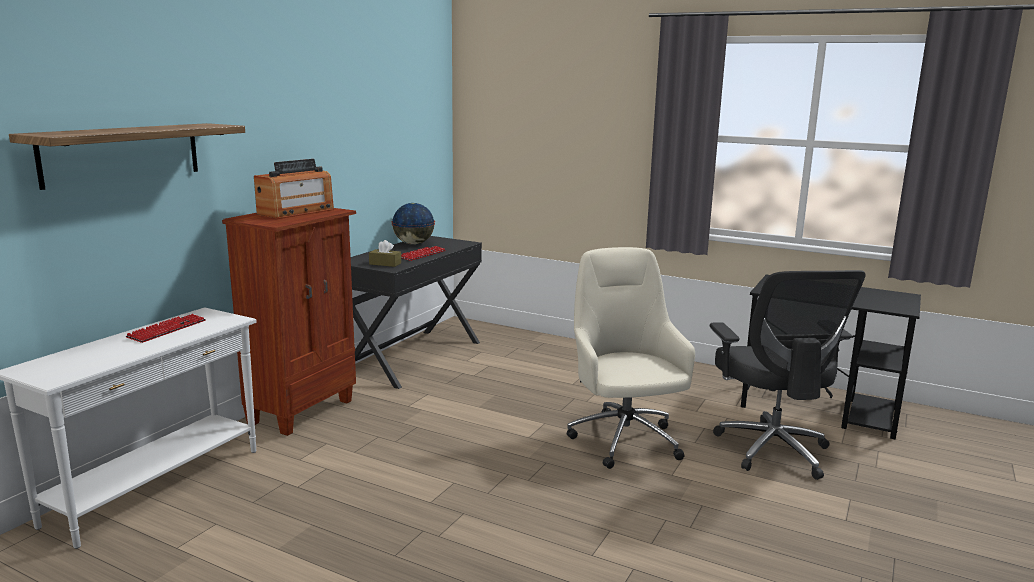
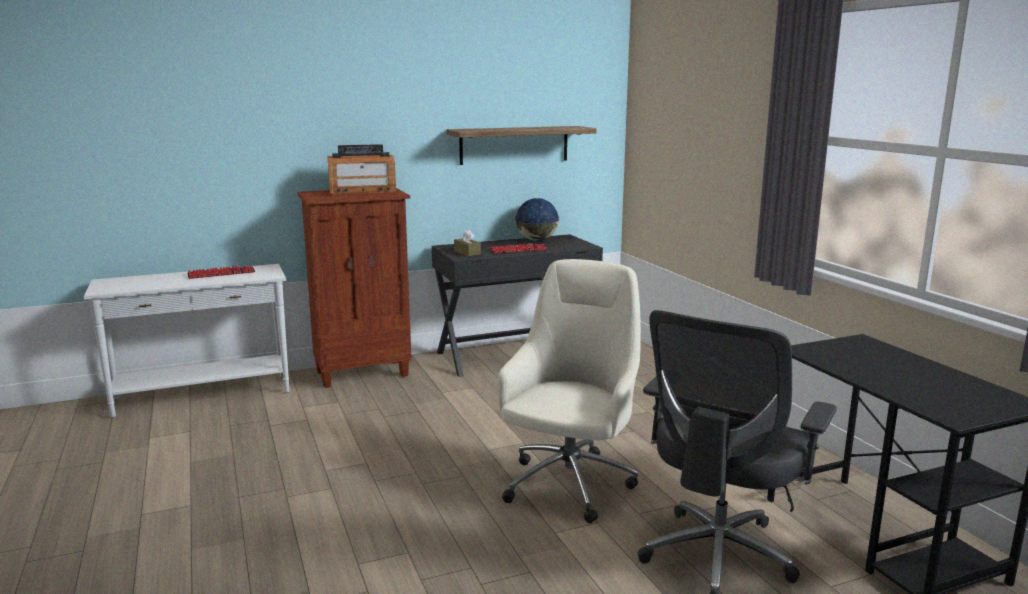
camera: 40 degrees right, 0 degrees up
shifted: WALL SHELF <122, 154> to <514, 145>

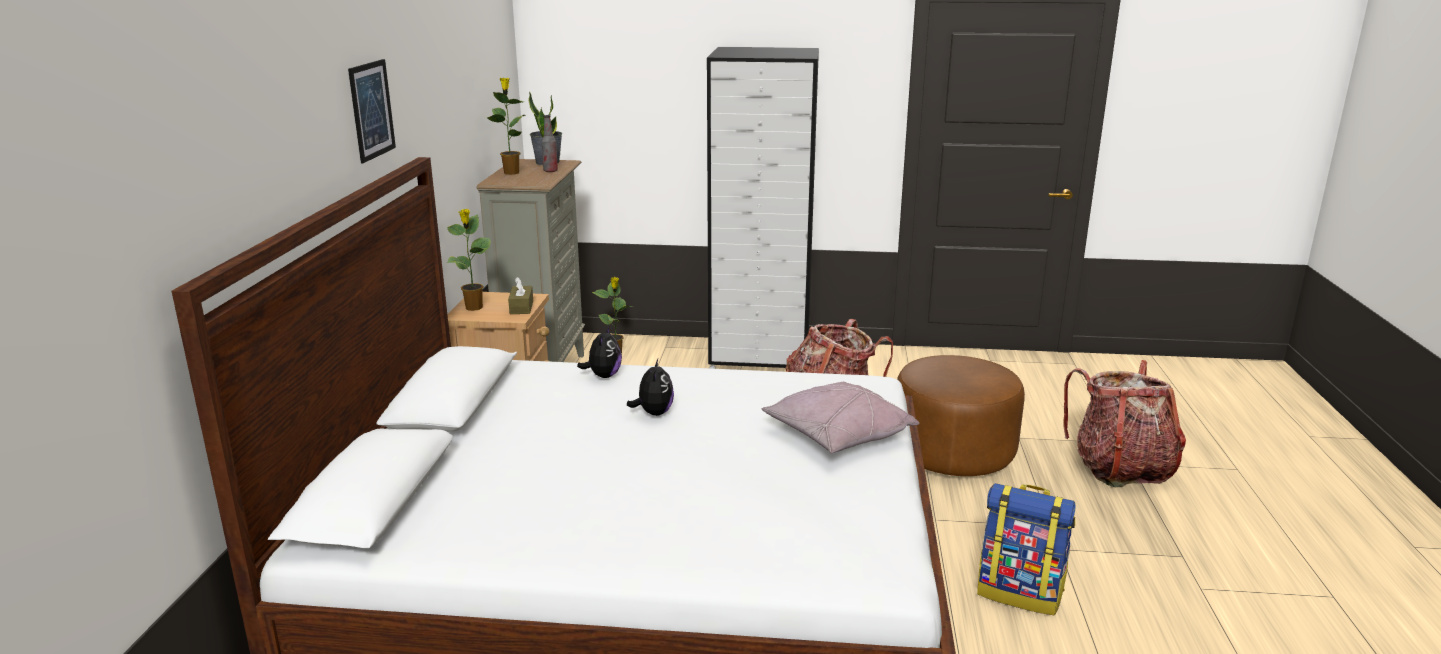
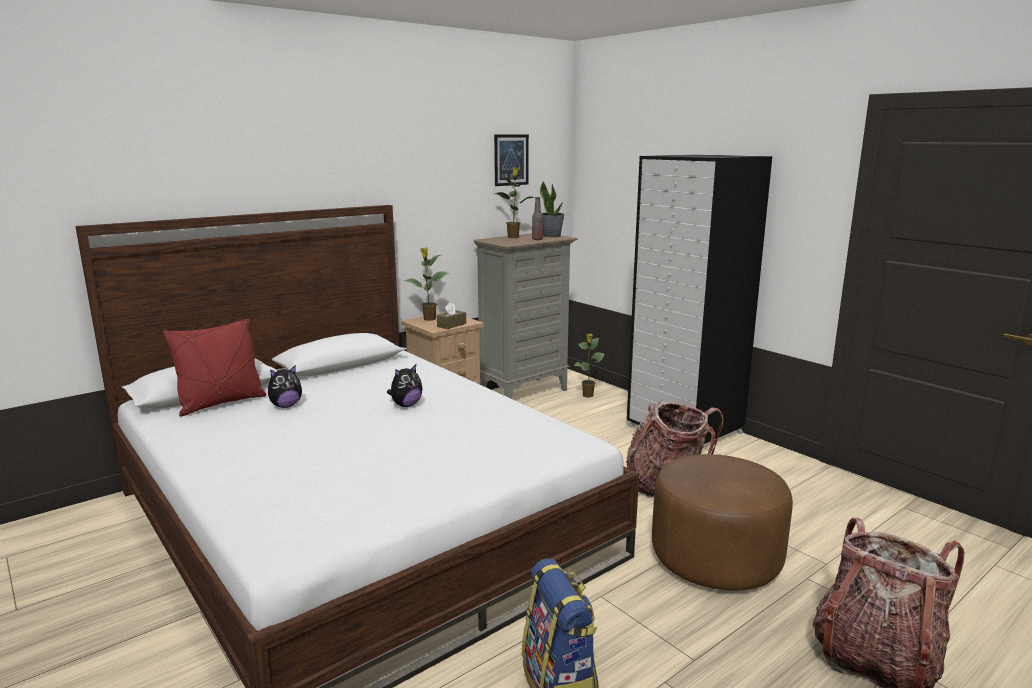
camera: 45 degrees right, 5 degrees down
gone: PURPLE PILLOW <837, 435>
new: RED-COLOURED PILLOW <221, 403>
shifted: WALL PICTURE <372, 110> to <511, 160>; SOFT TOY <603, 376> to <286, 406>

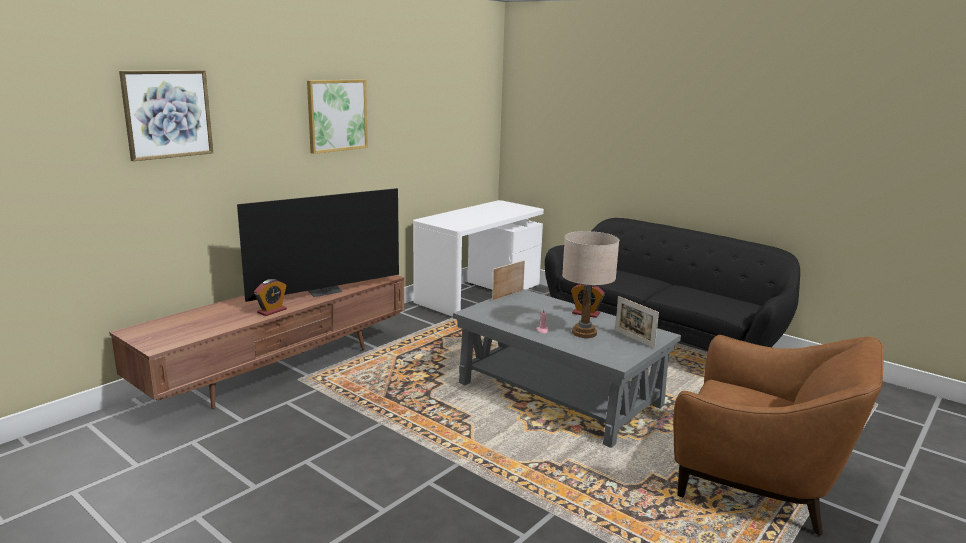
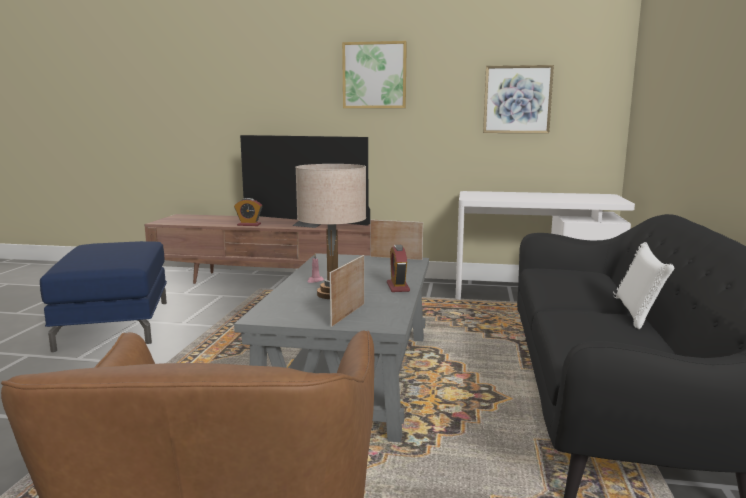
camera: 60 degrees right, 5 degrees down
new: BLUISH FOOTREST <114, 324>; WHITE PILLOW <638, 313>
shifted: WALL PICTURE <167, 114> to <517, 99>

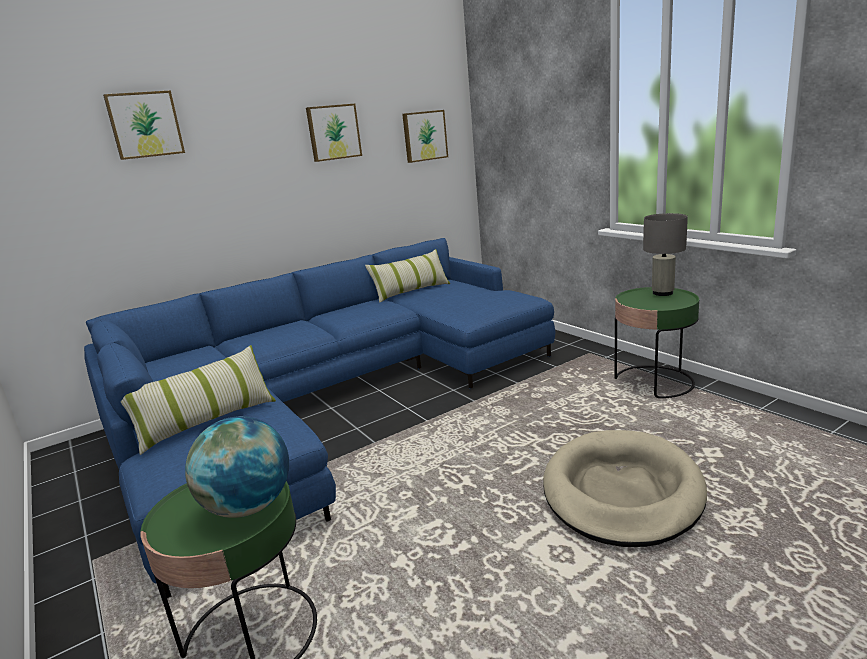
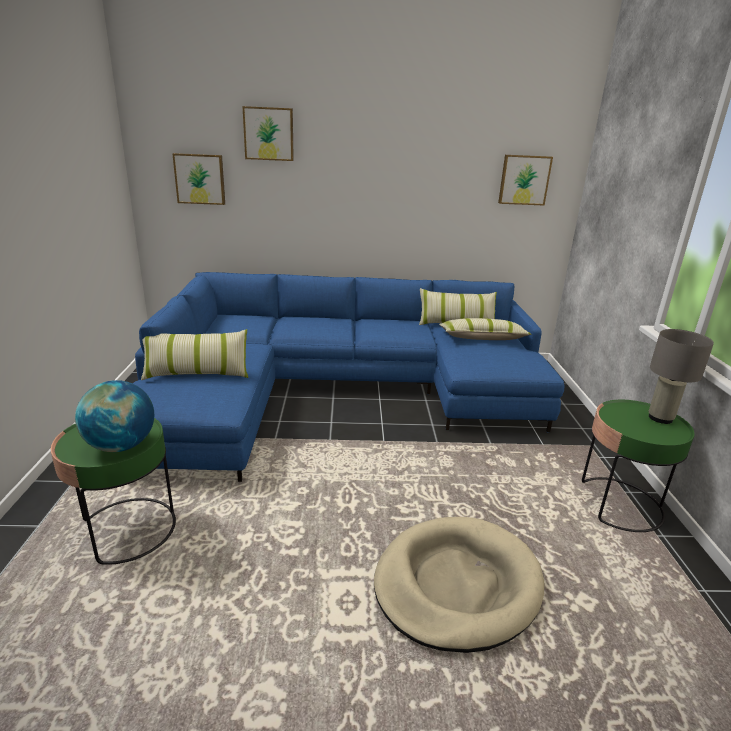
camera: 30 degrees right, 5 degrees up
new: PILLOW <482, 338>
shifted: WALL PICTURE <333, 132> to <200, 179>

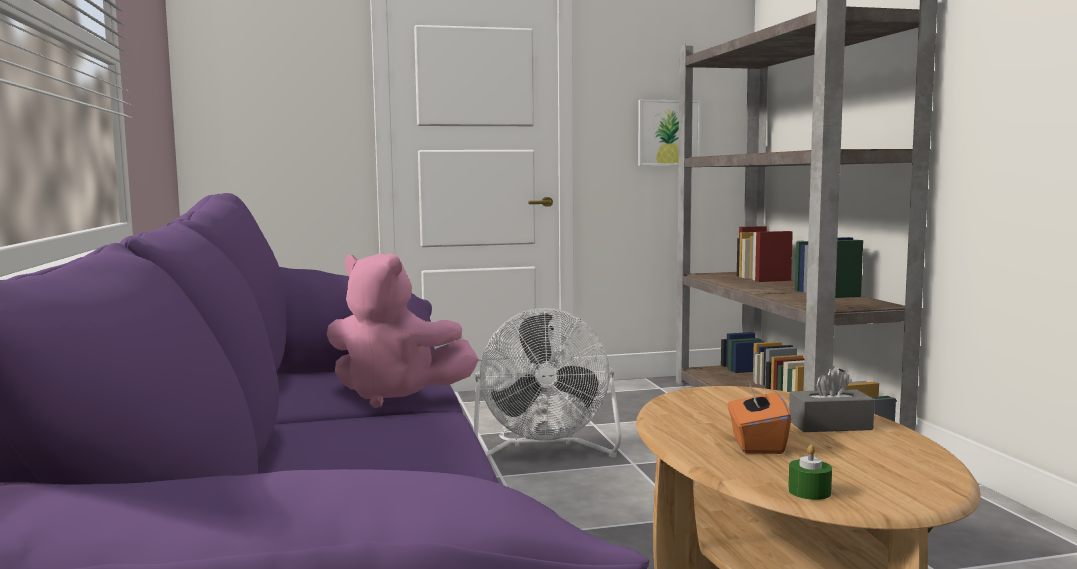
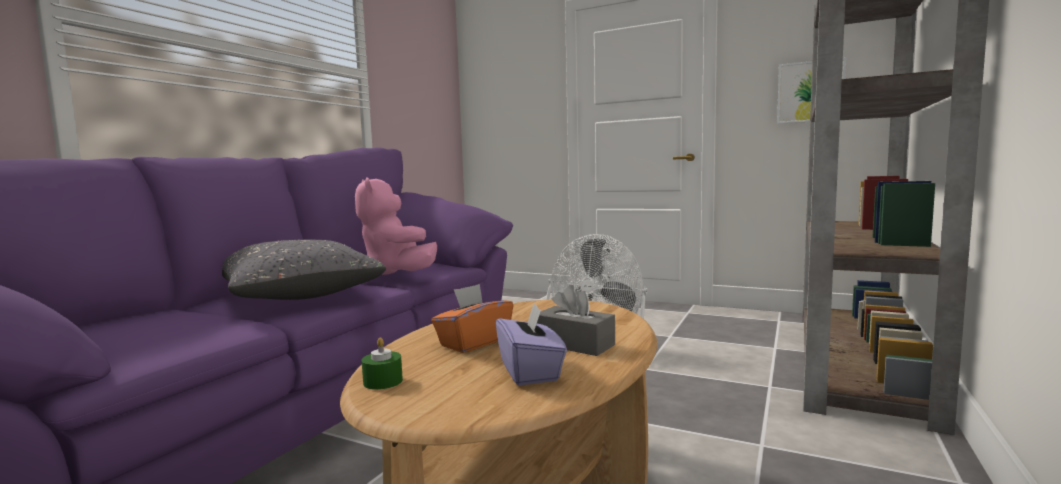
camera: 40 degrees right, 0 degrees up
new: GREYISH PILLOW <298, 295>; PURPLE TISSUE HOLDER <530, 371>

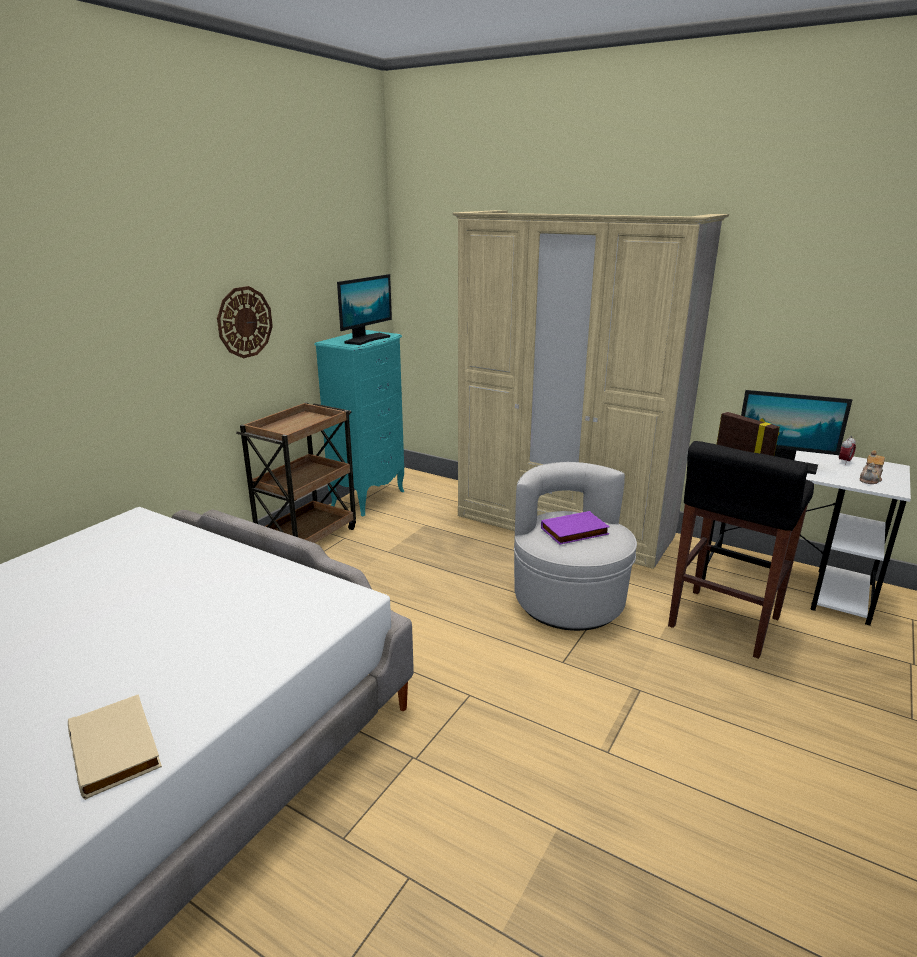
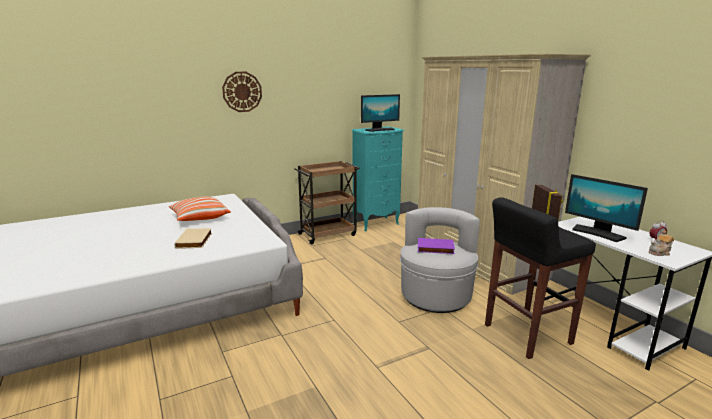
camera: 30 degrees right, 5 degrees down
new: PILLOW <200, 218>
shifted: BEIGE-COLOURED BOOK <118, 748> to <195, 241>; CLOCK ON THE WALL <244, 322> to <242, 92>

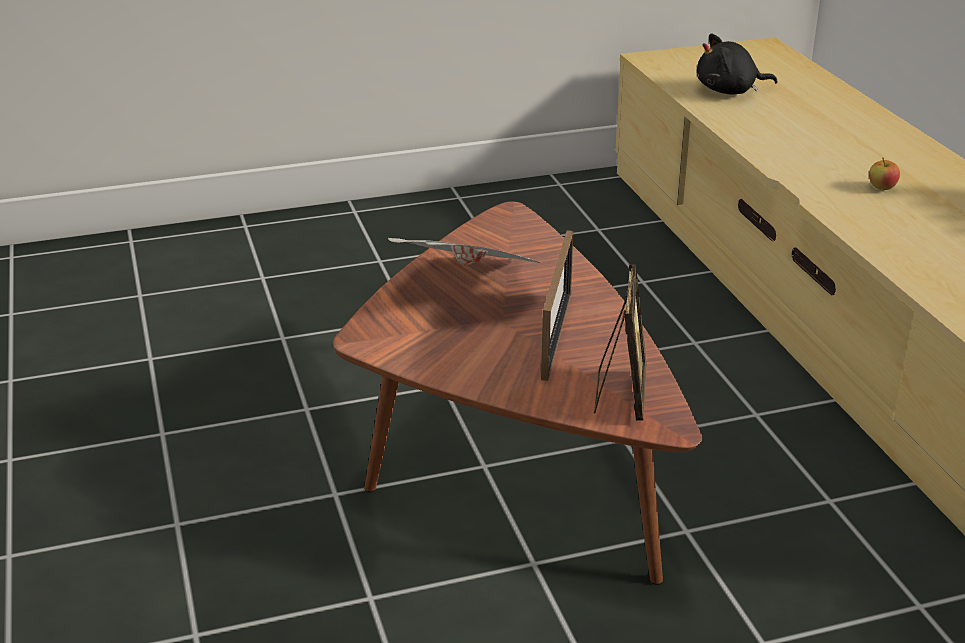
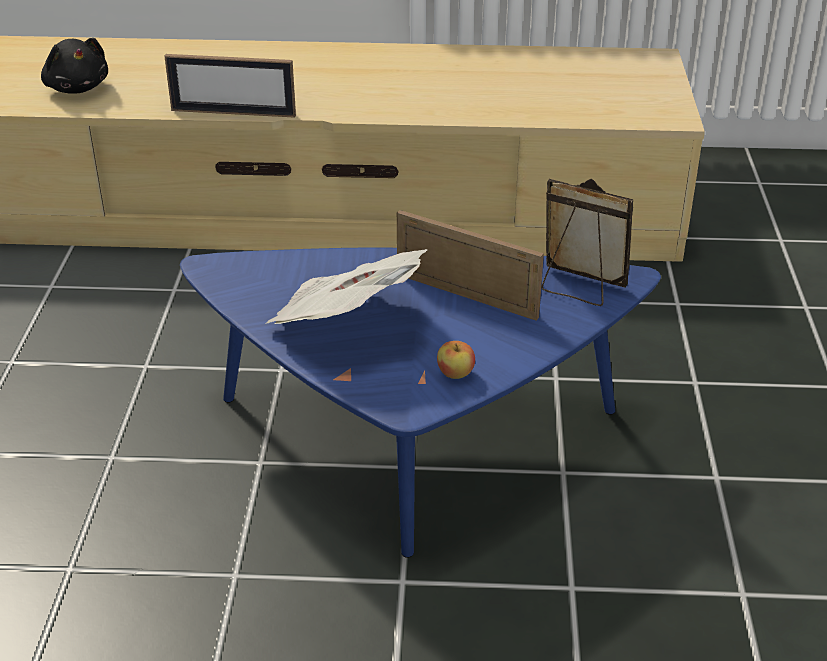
camera: 70 degrees left, 5 degrees up
new: PHOTO FRAME <233, 113>
shifted: APPLE <882, 188> to <455, 374>
repainted: BROWN-COLOURED LOUNGE TABLE <511, 461> to BLUISH LOUNGE TABLE <414, 448>
rotated: BLACKISH SOFT TOY <729, 91> = <77, 88> 45 degrees counterclockwise

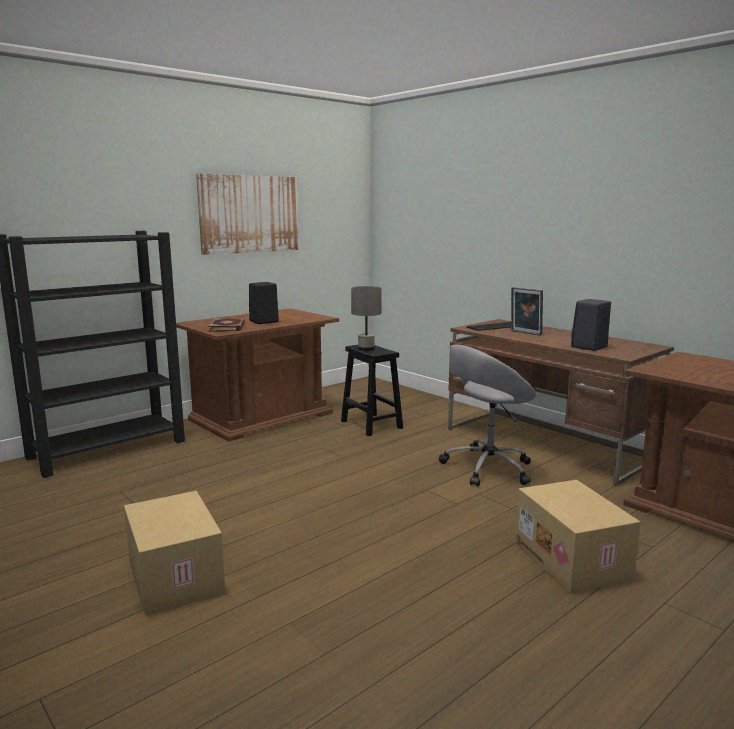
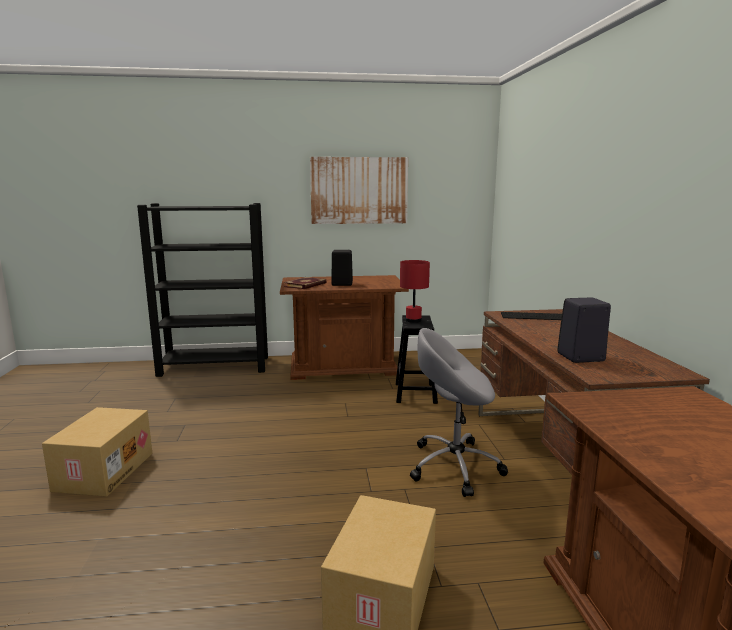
camera: 35 degrees right, 0 degrees up
gone: PHOTO FRAME <525, 333>
repainted: GREYISH TABLE LAMP <366, 349> to RED-COLOURED TABLE LAMP <413, 320>

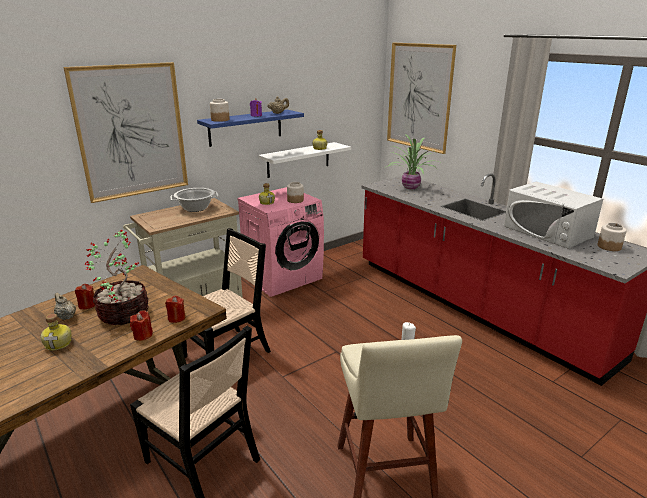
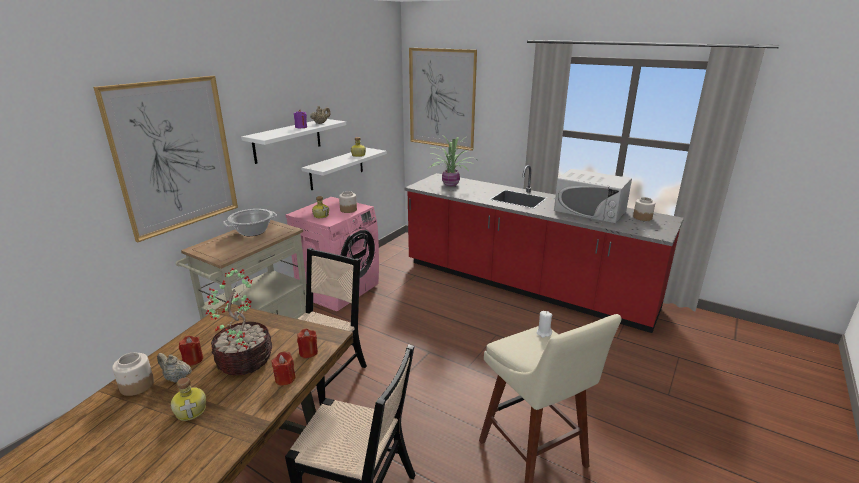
camera: 20 degrees left, 0 degrees up
shifted: PRESERVE JAR <220, 120> to <136, 385>
repainted: BLUISH WALL SHELF <245, 127> to WHITE WALL SHELF <287, 140>

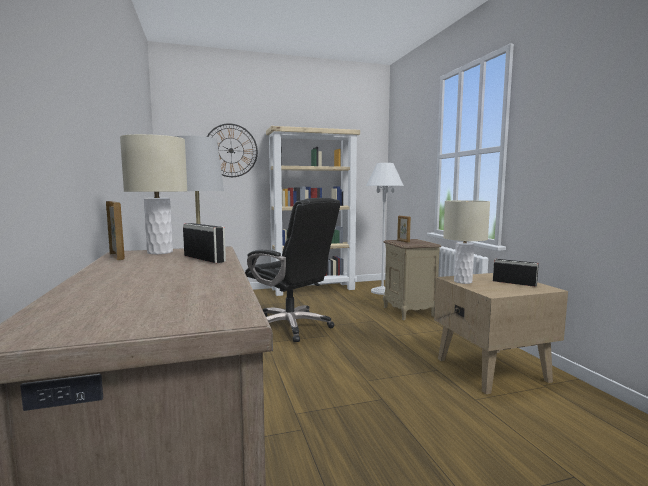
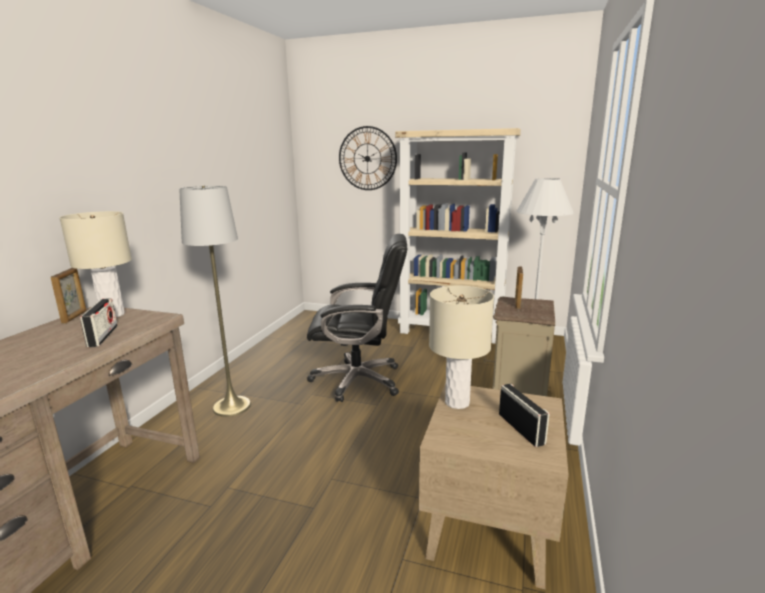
camera: 35 degrees right, 10 degrees up
rotated: BLACKISH DESK CHAIR <291, 326> = <358, 380> 75 degrees counterclockwise

